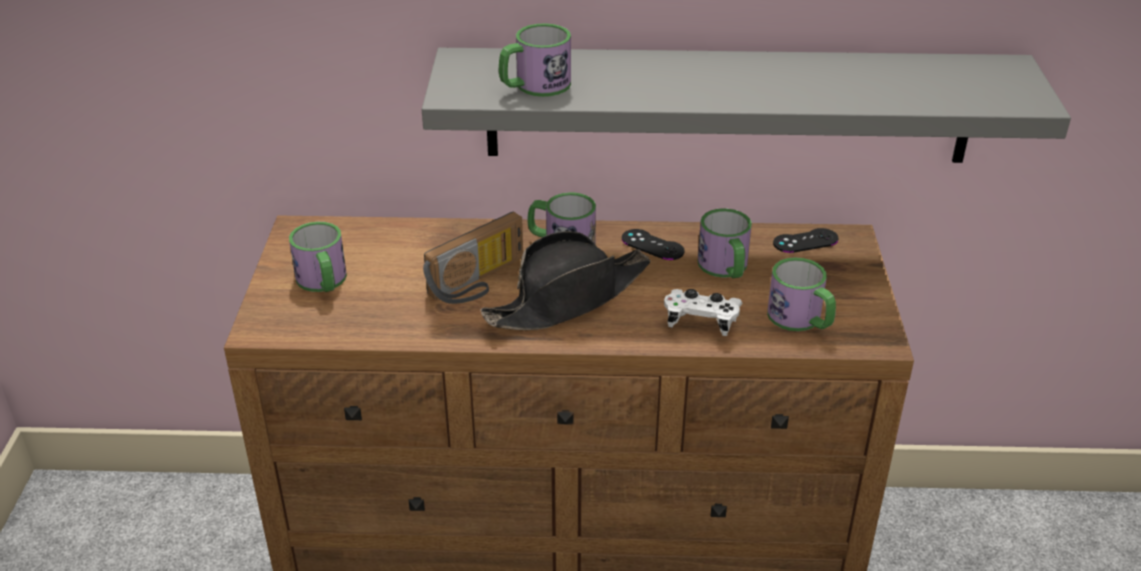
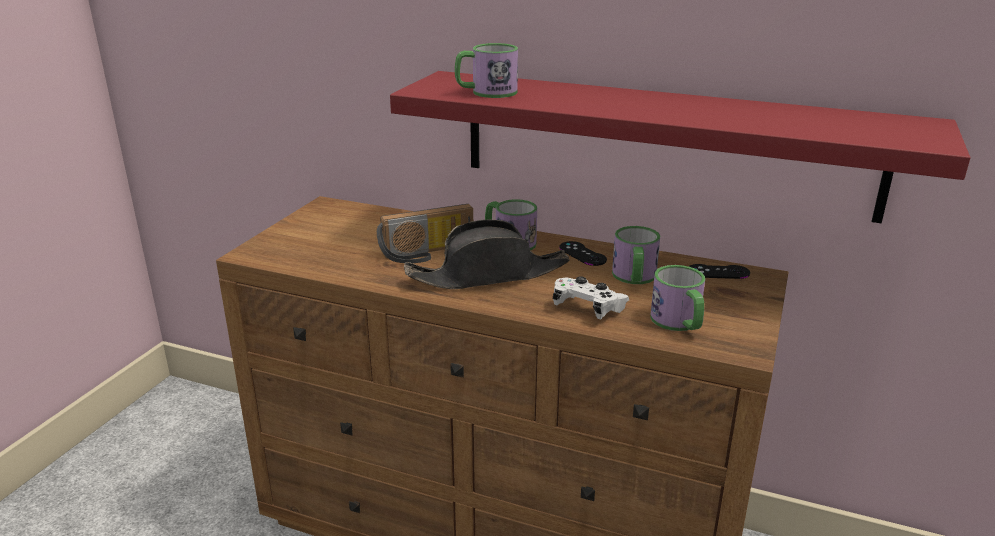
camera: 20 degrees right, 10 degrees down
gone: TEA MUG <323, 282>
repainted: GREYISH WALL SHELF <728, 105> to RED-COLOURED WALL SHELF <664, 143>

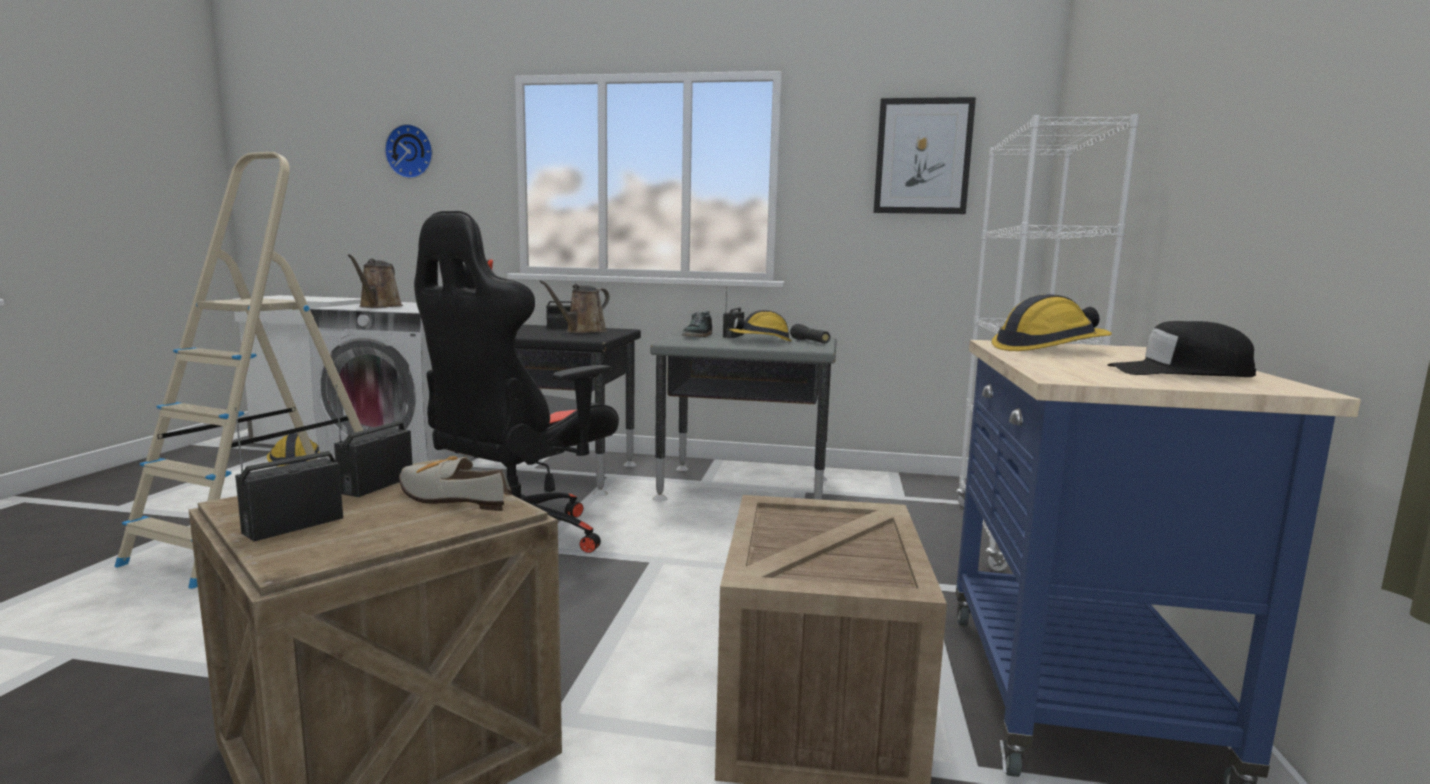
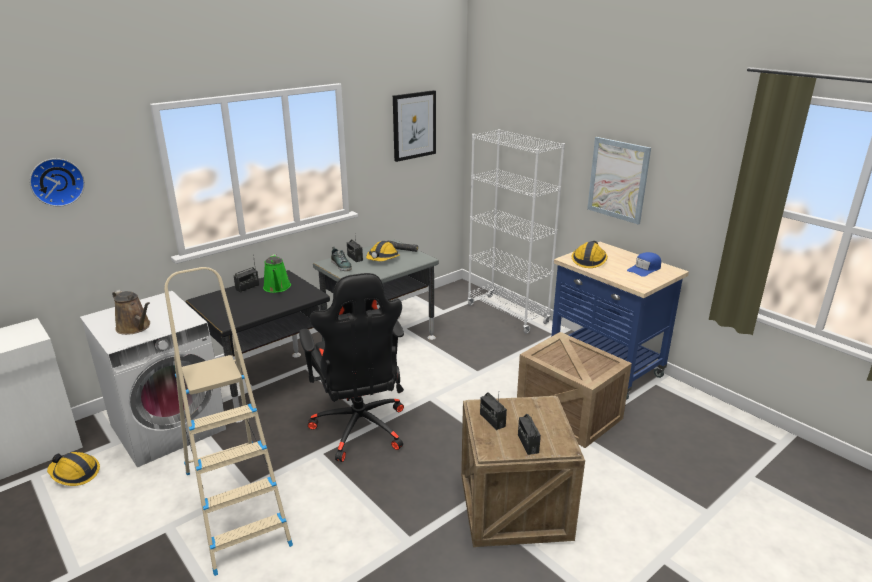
camera: 50 degrees left, 15 degrees up
gone: ITEM OF FOOTWEAR <450, 497>
new: WALL PICTURE <618, 180>
repainted: BROWN-COLOURED WATERING CAN <583, 331> to GREEN-COLOURED WATERING CAN <277, 288>; BLACKISH BASEBALL CAP <1179, 373> to BLUISH BASEBALL CAP <644, 269>

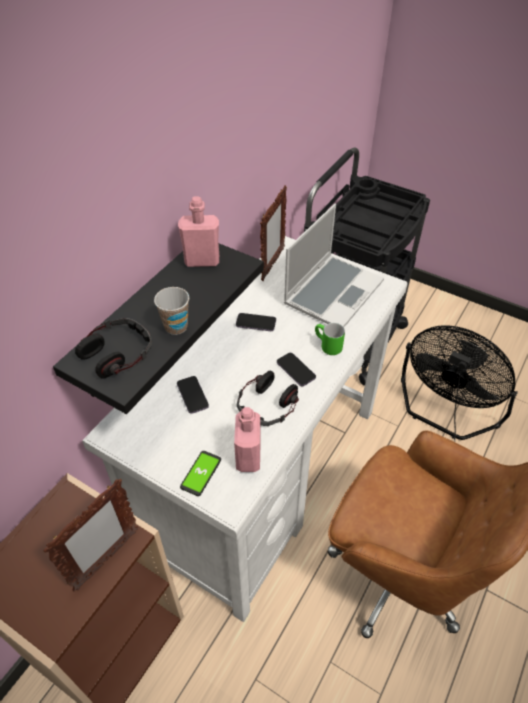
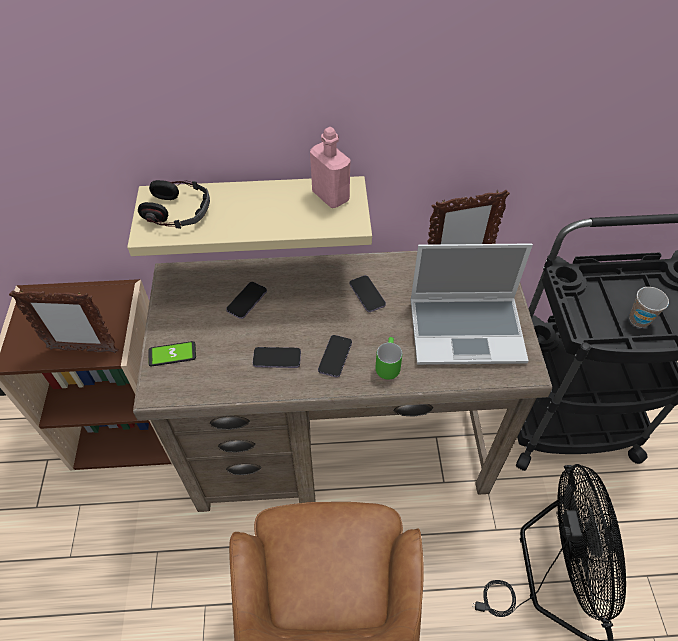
camera: 55 degrees right, 5 degrees up
gone: PINK-COLOURED BOTTLE <248, 457>
shifted: DRINKING CUP <176, 326> to <639, 319>
swapped: PAIR OF HEADPHONES <267, 405> to PHONE <277, 358>
repainted: BLACKISH WALL SHELF <139, 319> to BEIGE-COLOURED WALL SHELF <256, 208>; WHITE DESK UNIT <263, 475> to BROWN-COLOURED DESK UNIT <340, 440>

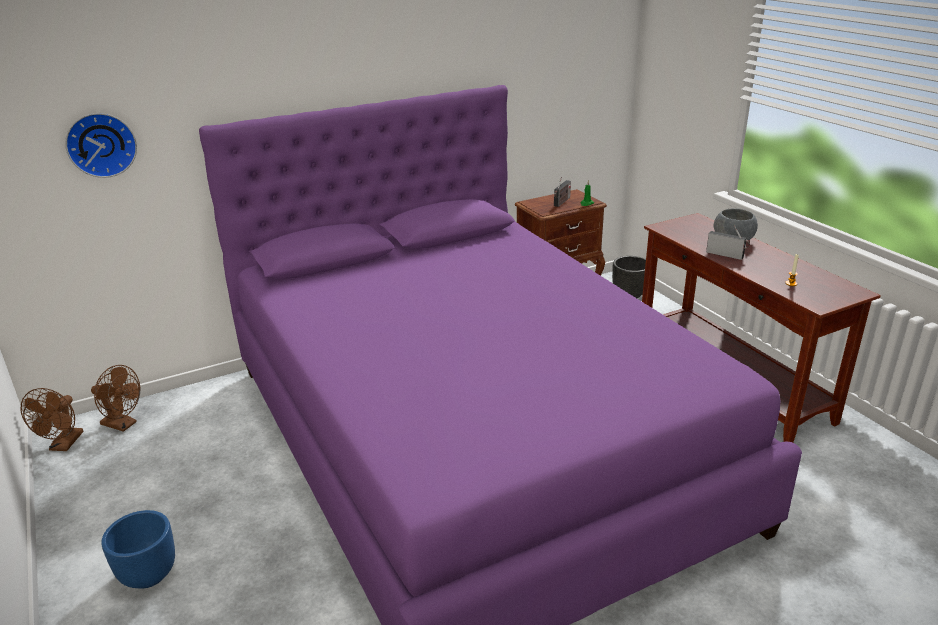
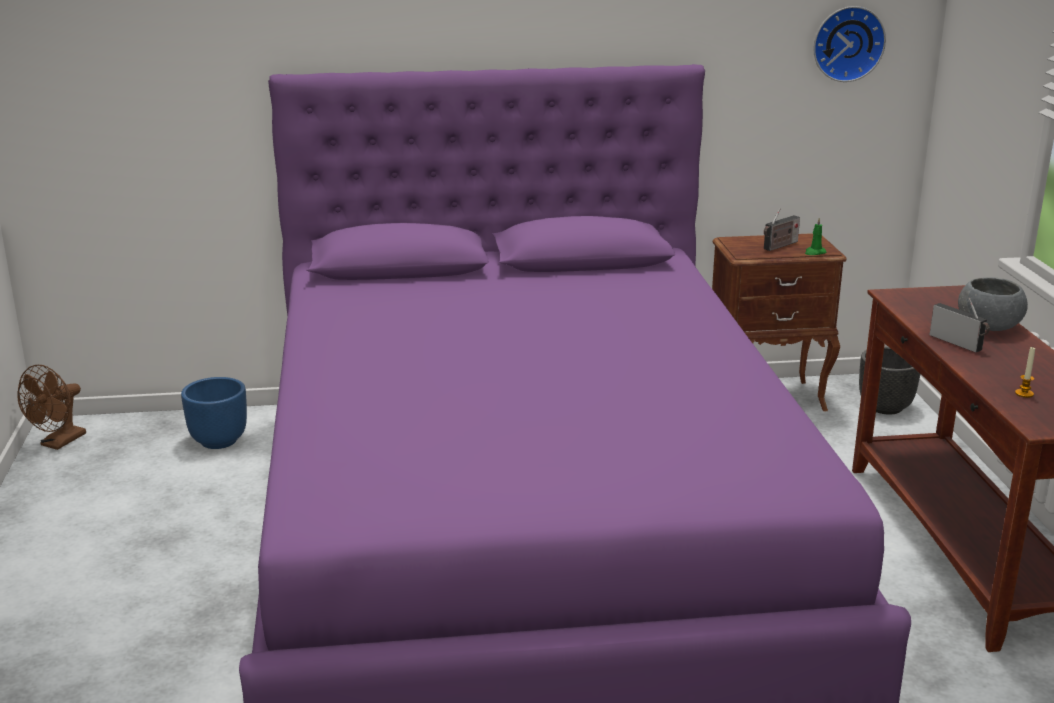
camera: 20 degrees right, 5 degrees down
gone: BROWN-COLOURED COOLING FAN <123, 424>
shifted: CLOCK ON THE WALL <101, 144> to <847, 43>; BLUISH PLANT POT <149, 574> to <219, 440>

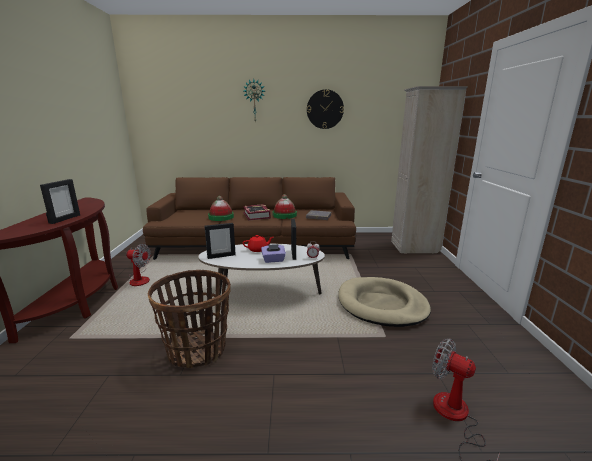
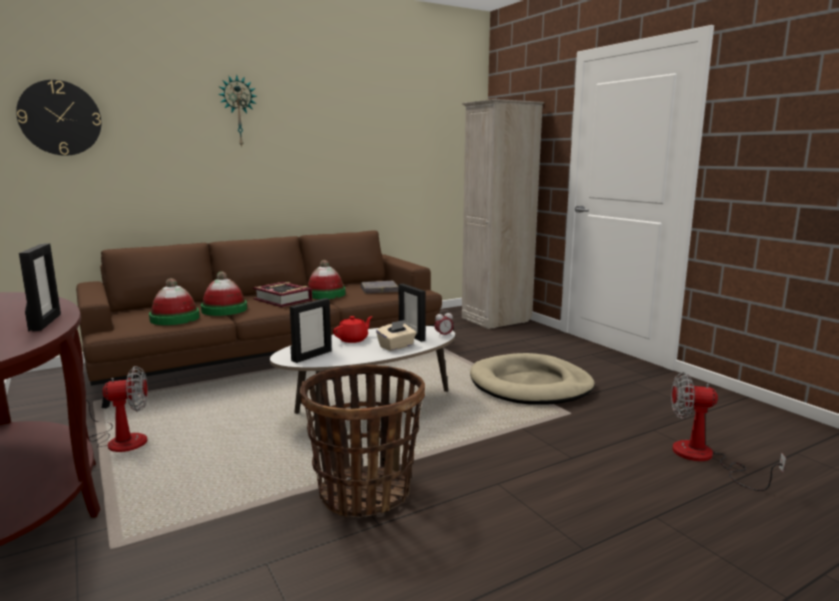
camera: 30 degrees left, 5 degrees down
new: CLOTHING HAT <174, 318>
shifted: CLOCK ON THE WALL <325, 109> to <60, 118>
repainted: PURPLE TISSUE HOLDER <273, 260> to BEIGE-COLOURED TISSUE HOLDER <396, 346>

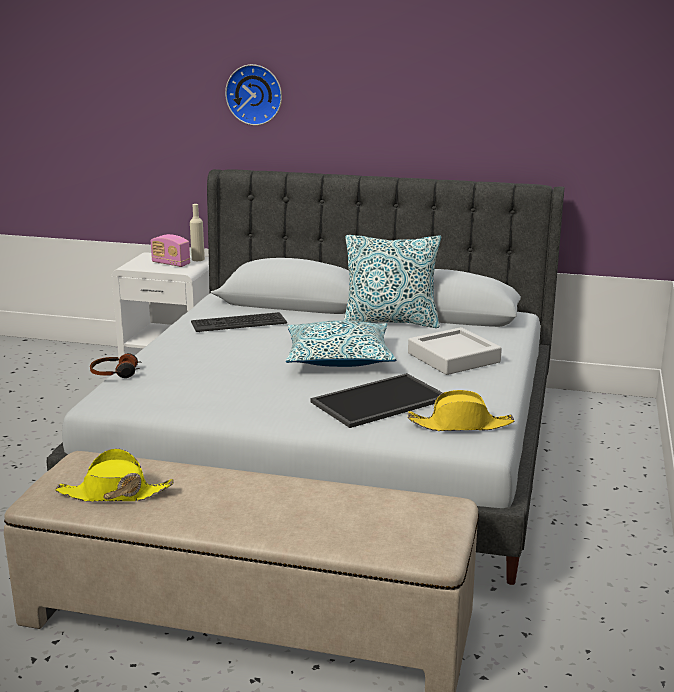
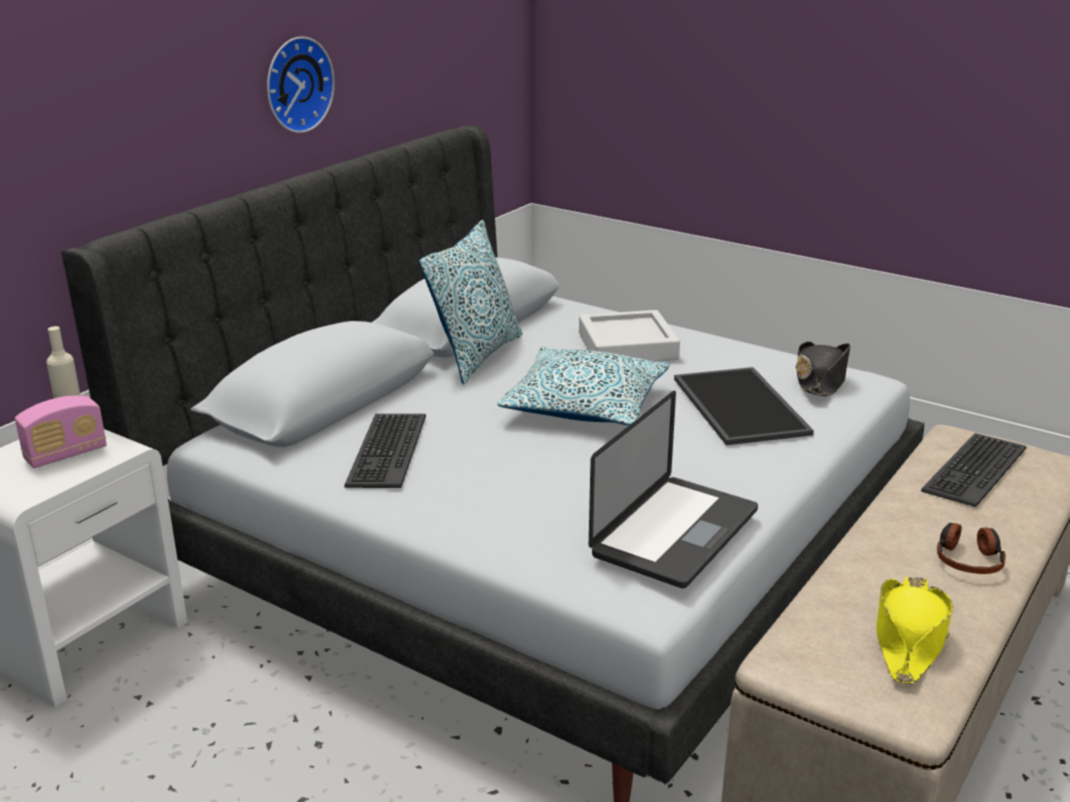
camera: 70 degrees left, 5 degrees up
new: LAPTOP <675, 533>; PC KEYBOARD <973, 469>
shifted: PAIR OF HEADPHONES <116, 373> to <968, 559>; CLOCK ON THE WALL <255, 94> to <295, 84>
repainted: YELLOW-COLOURED CLOTHING HAT <460, 425> to BLACKISH CLOTHING HAT <820, 379>

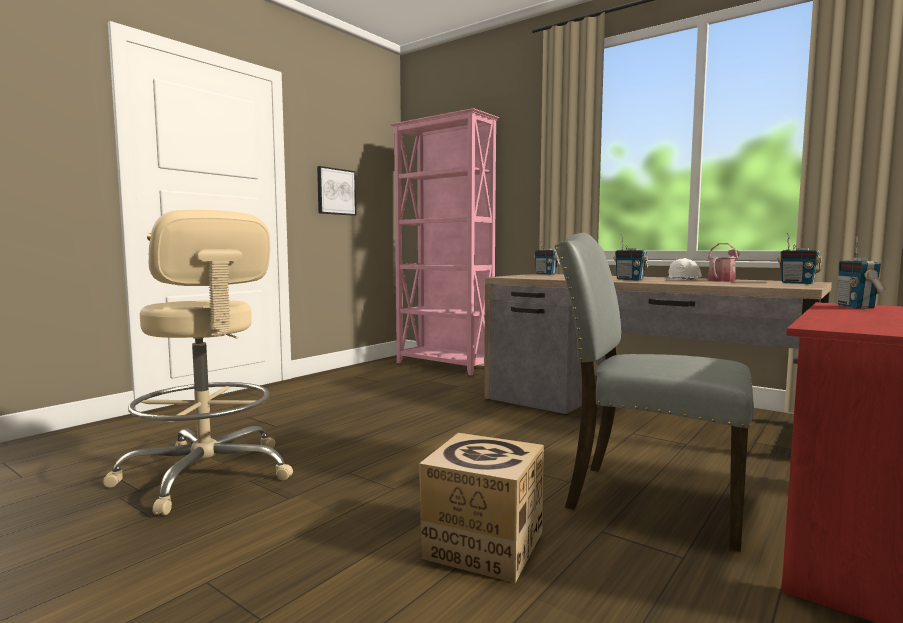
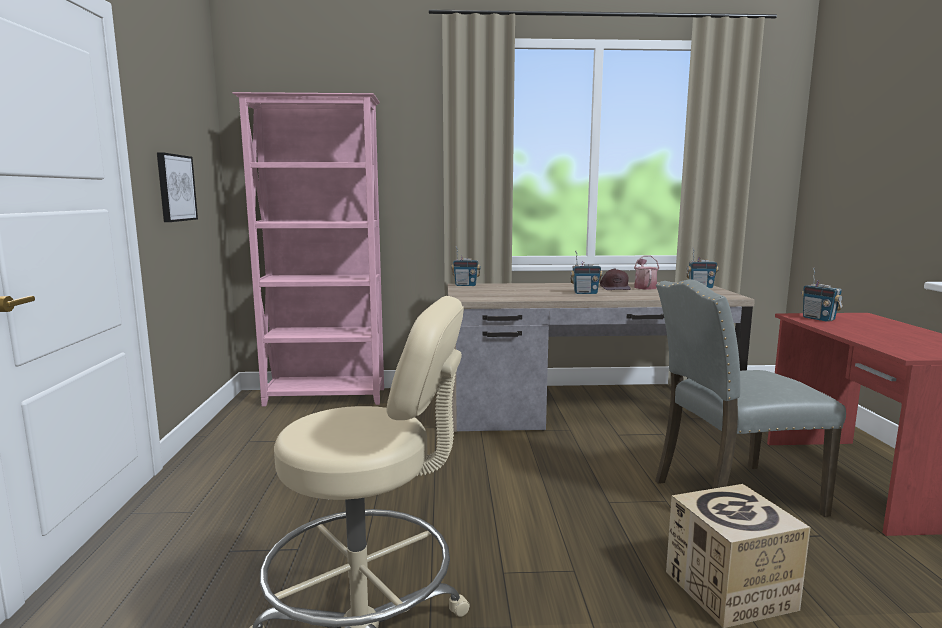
camera: 40 degrees left, 5 degrees up
repainted: WHITE BASEBALL CAP <684, 279> to BROWN-COLOURED BASEBALL CAP <615, 287>

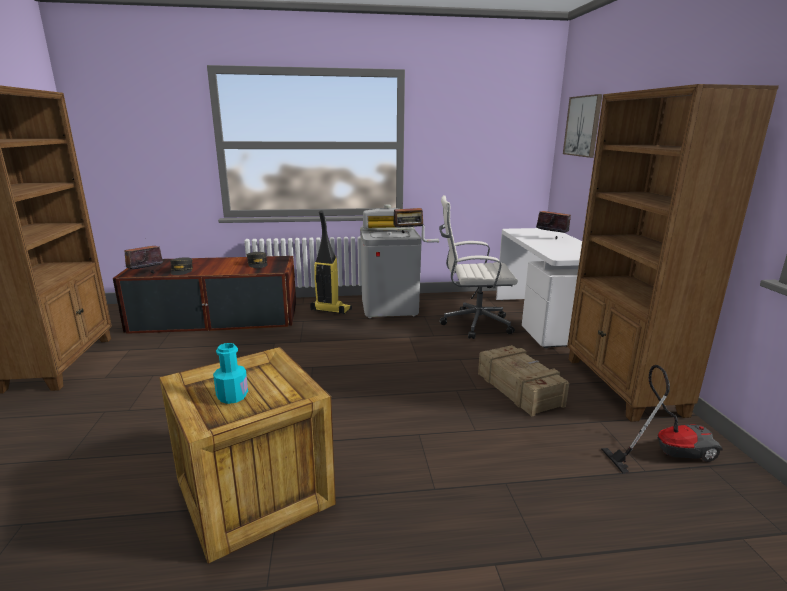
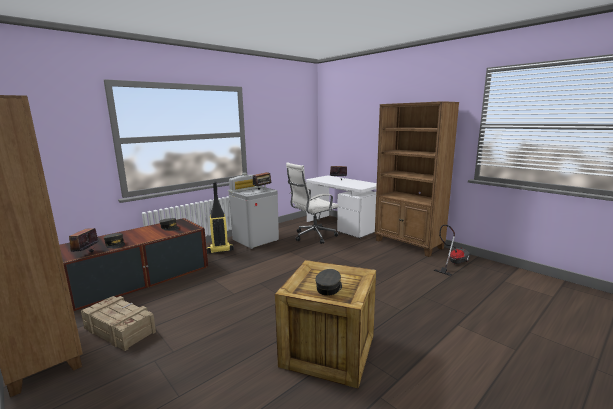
camera: 35 degrees left, 5 degrees down
gone: WALL PICTURE <583, 126>
shifted: PACKING CRATE <519, 388> to <120, 329>
swapped: BLUE-GREEN BOTTLE <232, 396> to GREYISH BASEBALL CAP <329, 288>

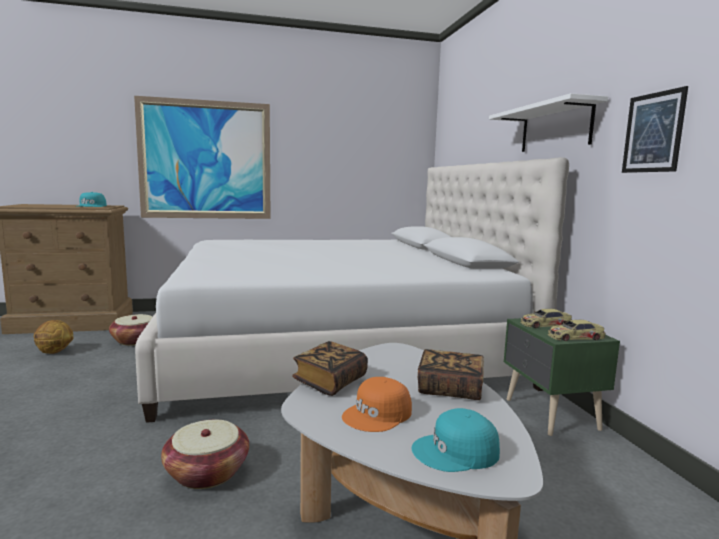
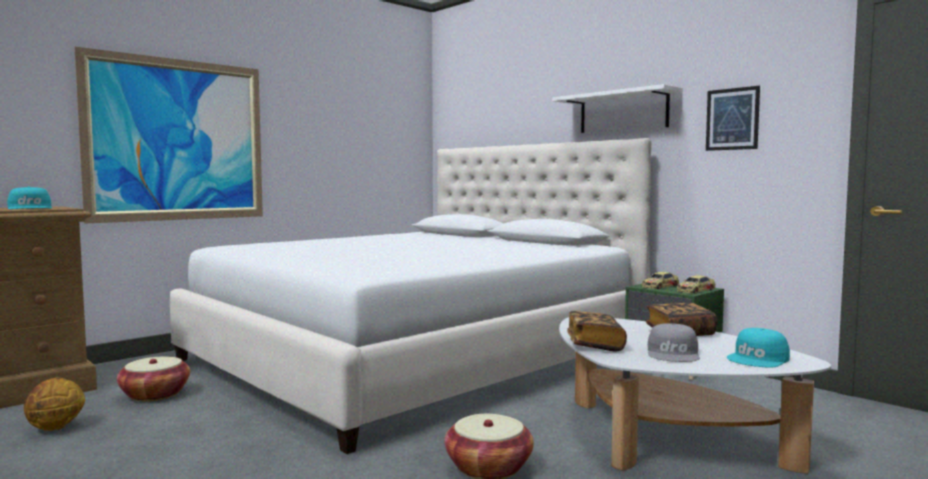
camera: 30 degrees left, 5 degrees down
repainted: ORANGEY BASEBALL CAP <378, 414> to GREYISH BASEBALL CAP <674, 353>

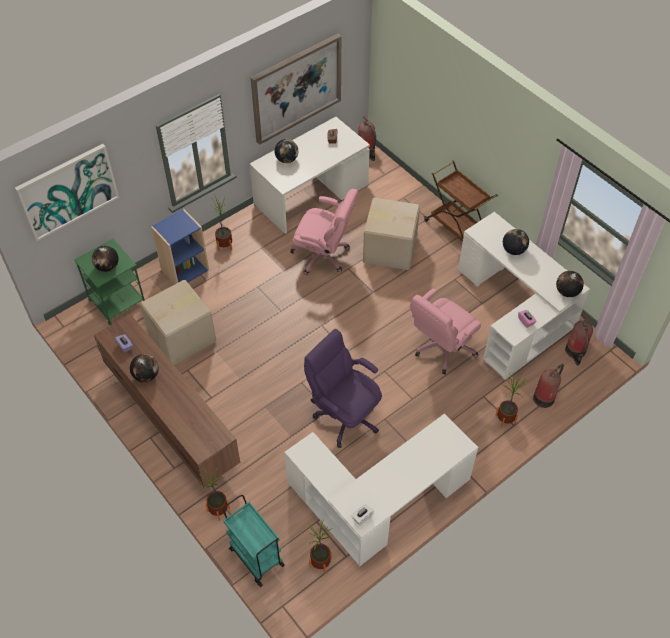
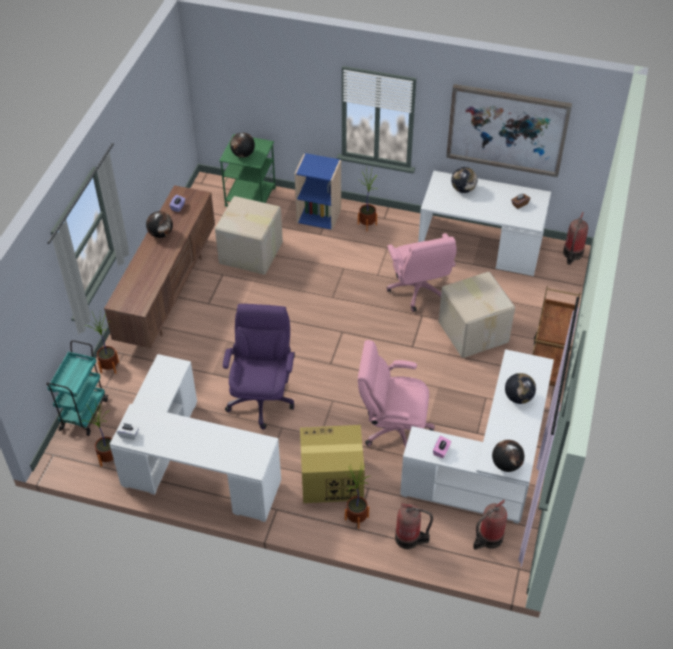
camera: 55 degrees right, 5 degrees down
gone: WALL PICTURE <68, 191>
new: CARDBOARD BOX <331, 479>

